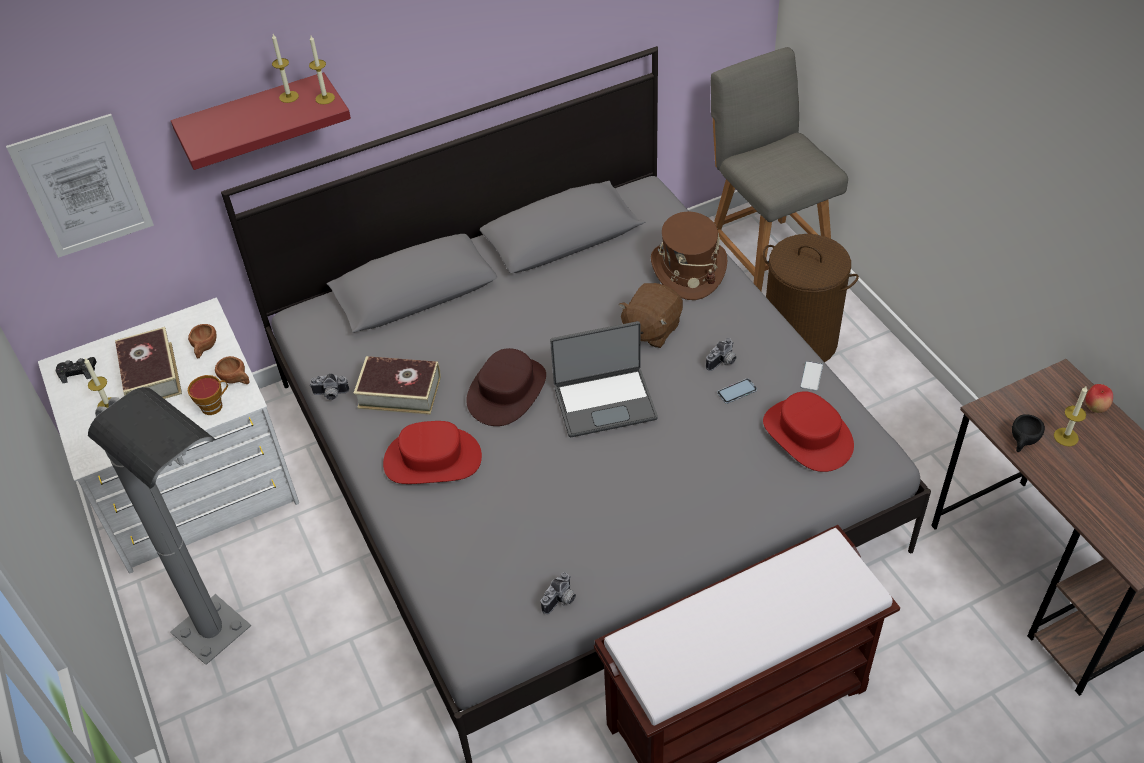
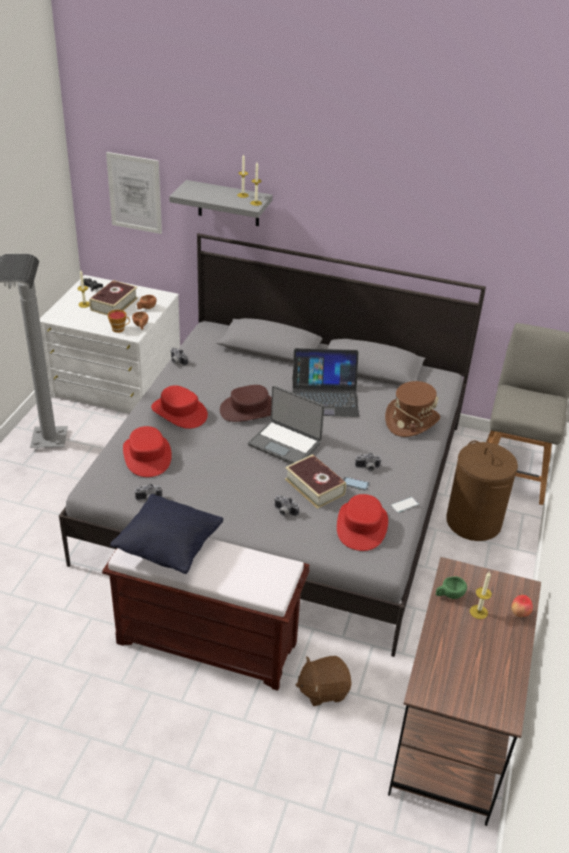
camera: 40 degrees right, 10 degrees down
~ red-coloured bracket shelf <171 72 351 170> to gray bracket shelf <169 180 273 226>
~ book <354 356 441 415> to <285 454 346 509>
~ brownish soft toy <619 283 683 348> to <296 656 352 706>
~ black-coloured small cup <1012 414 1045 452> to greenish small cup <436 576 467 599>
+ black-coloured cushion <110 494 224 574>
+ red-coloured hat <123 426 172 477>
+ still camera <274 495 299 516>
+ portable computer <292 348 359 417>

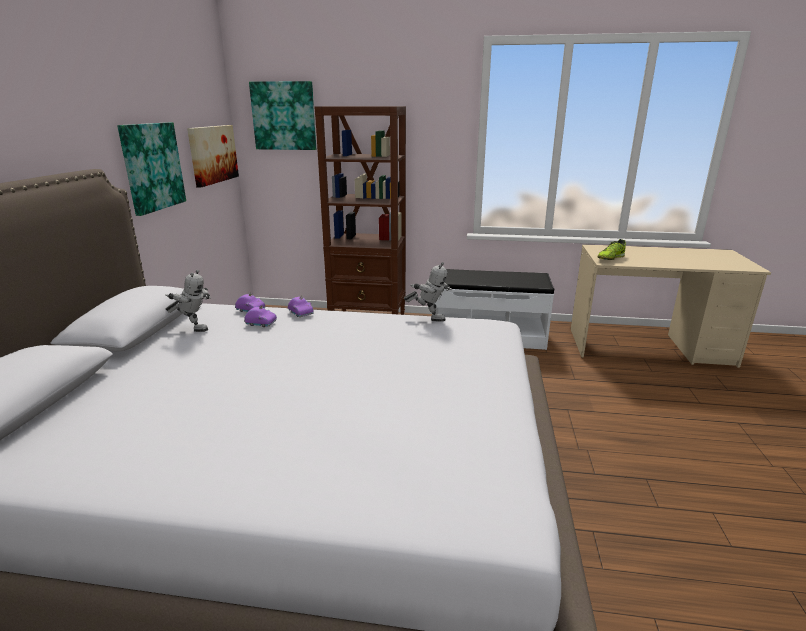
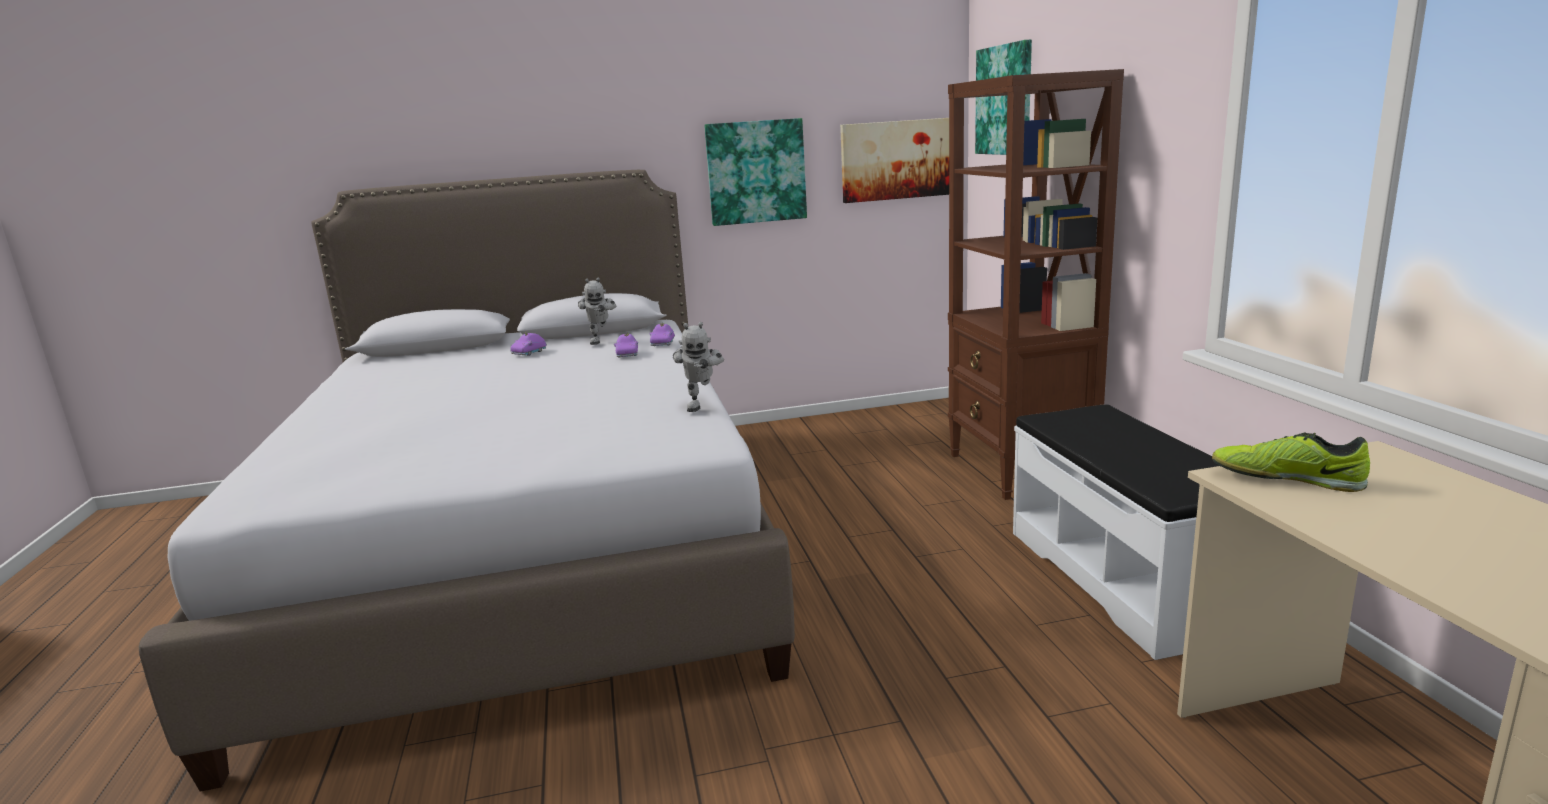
camera: 70 degrees right, 5 degrees down
~ purplish model car <287 296 314 317> to <510 332 547 356>

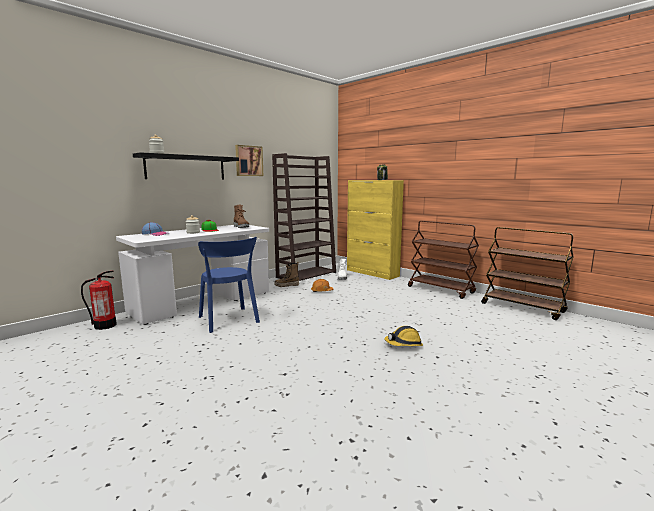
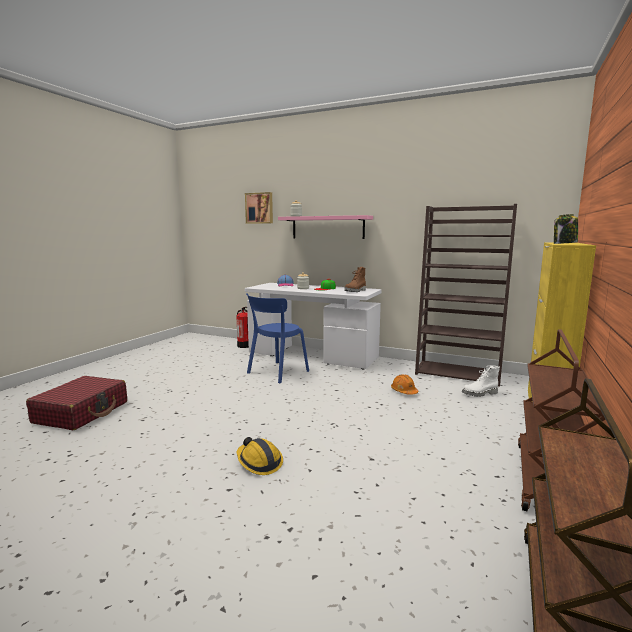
camera: 70 degrees right, 0 degrees up
~ black-coloured bracket shelf <133 152 239 179> to pinkish bracket shelf <278 215 373 239>
~ picture <235 145 263 176> to <245 192 273 224>
- boot <275 262 299 287>
+ red-coloured piece of luggage <26 376 127 430>

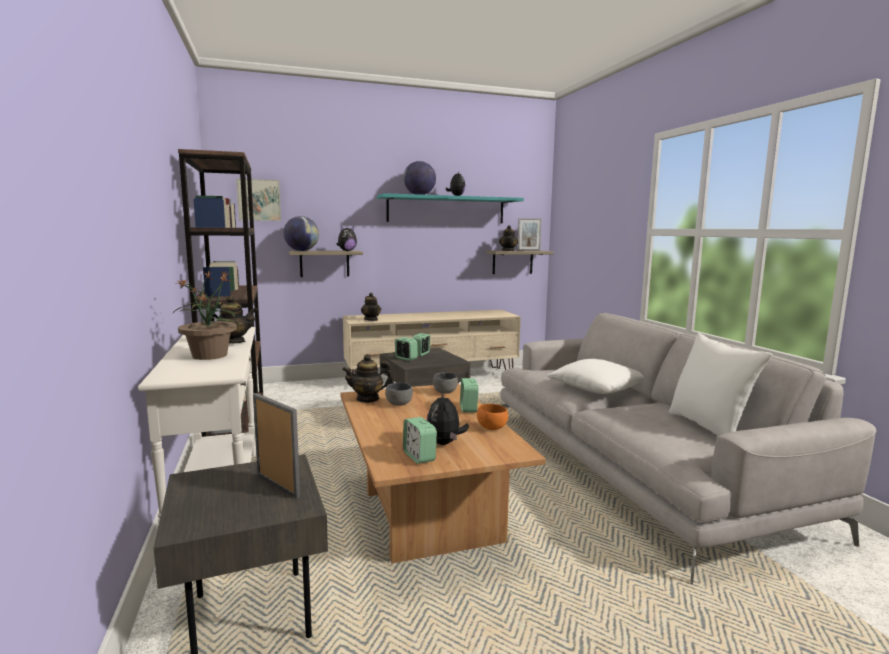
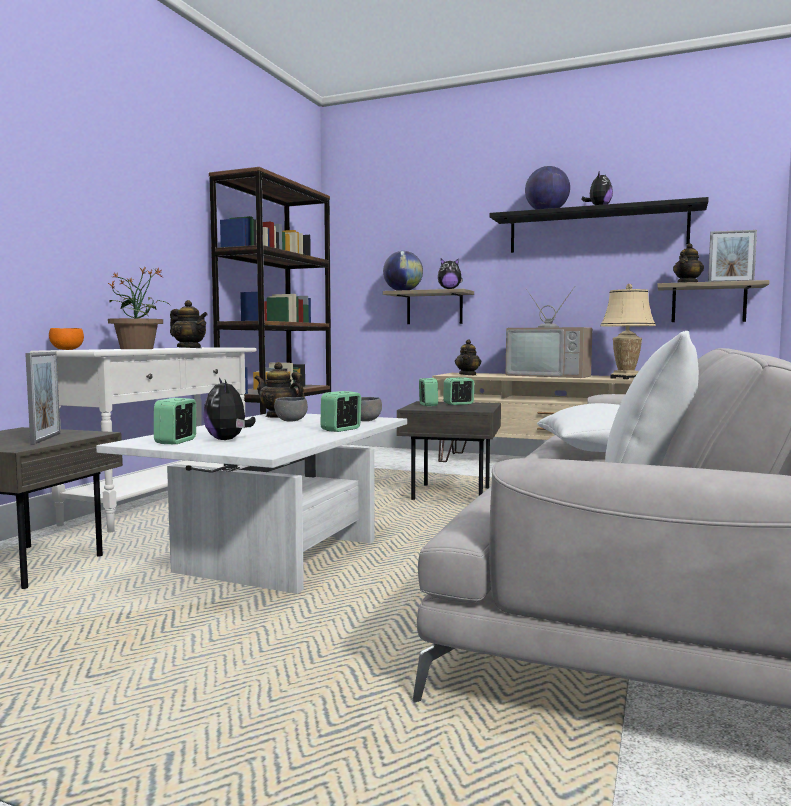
camera: 40 degrees right, 5 degrees down
- picture <236 178 281 221>
~ brownish low table <340 384 546 563> to white low table <96 414 407 594>
~ turquoise-coloured bracket shelf <377 193 524 224> to black-coloured bracket shelf <489 197 709 253>
~ soft toy <427 391 469 445> = <203 378 256 440> 60 degrees counterclockwise
~ orangey serving bowl <477 404 508 430> to <49 328 84 350>
+ TV set <506 286 592 378>
+ sand-coloured lamp for a table <600 284 656 379>

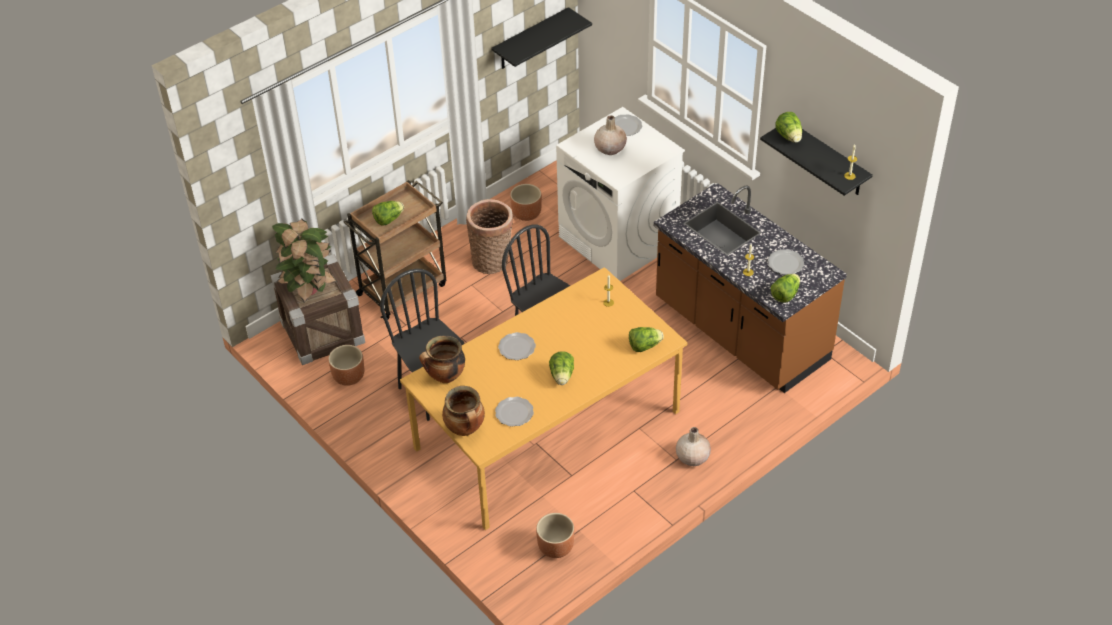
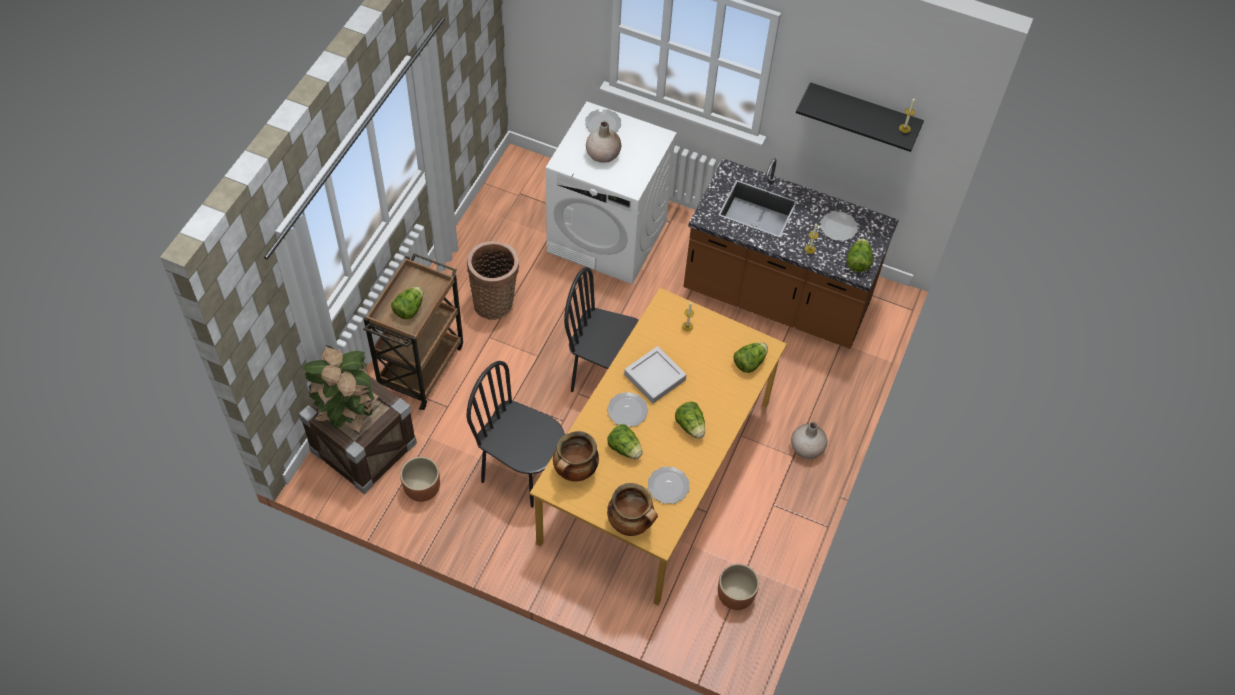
camera: 30 degrees left, 10 degrees up
- black-coloured bracket shelf <491 7 592 69>
- brownish plant pot <510 184 542 221>
~ lettuce <775 112 802 143> to <607 424 643 459>
+ gray tray <624 346 686 403>

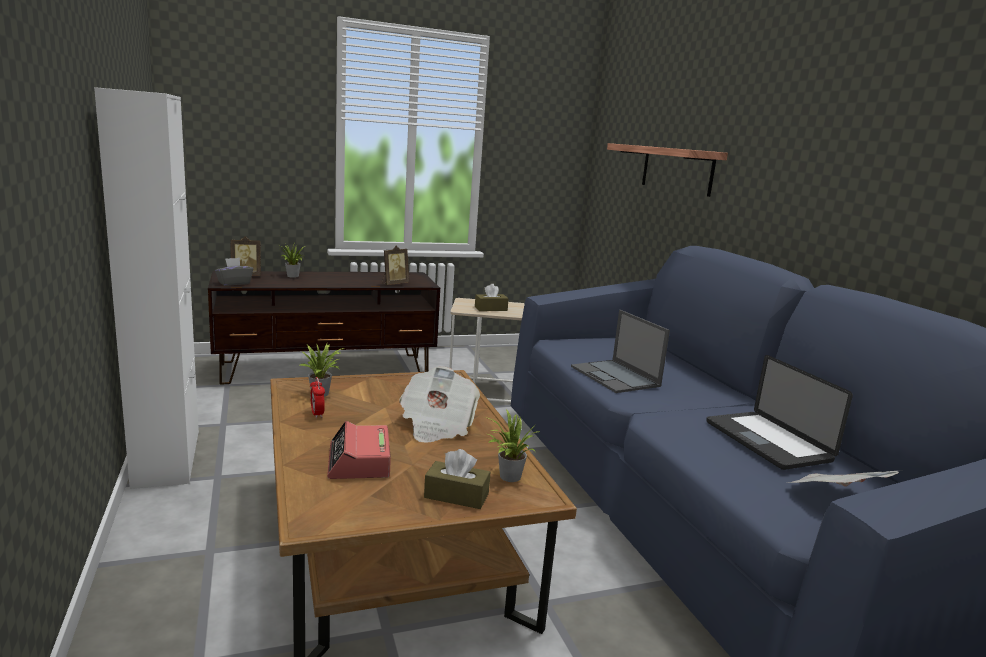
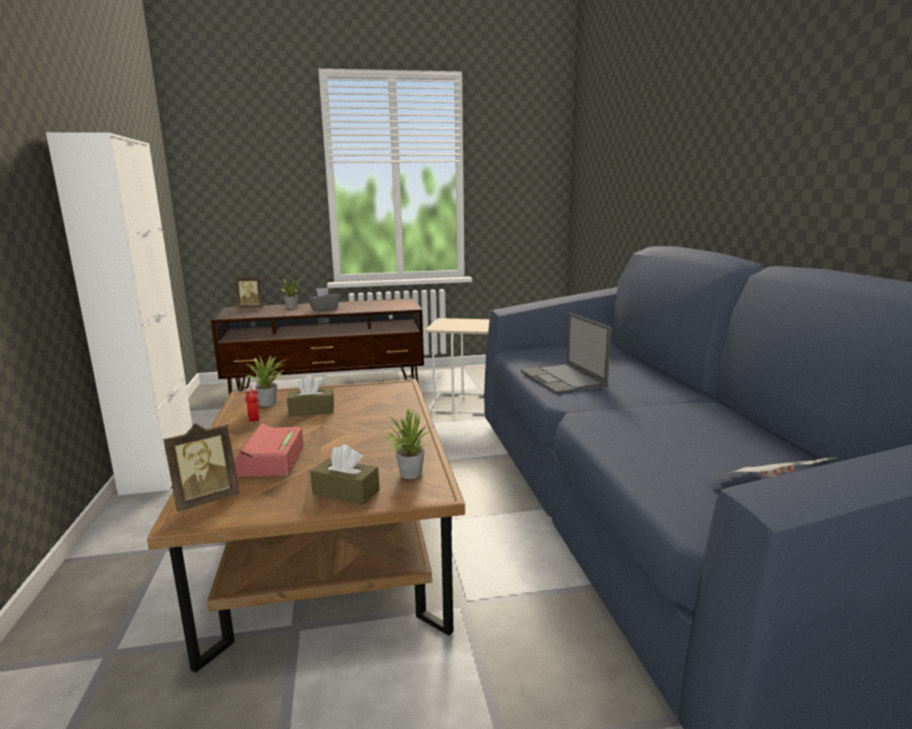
camera: 10 degrees right, 0 degrees up
~ gray box of tissues <215 258 253 286> to <308 287 339 312>
~ photo frame <382 246 409 285> to <163 424 239 511>
- printed paper <399 366 480 442>
~ brownish box of tissues <475 284 509 311> to <287 375 334 416>
- bracket shelf <607 143 728 197>
- portable computer <706 355 853 470>

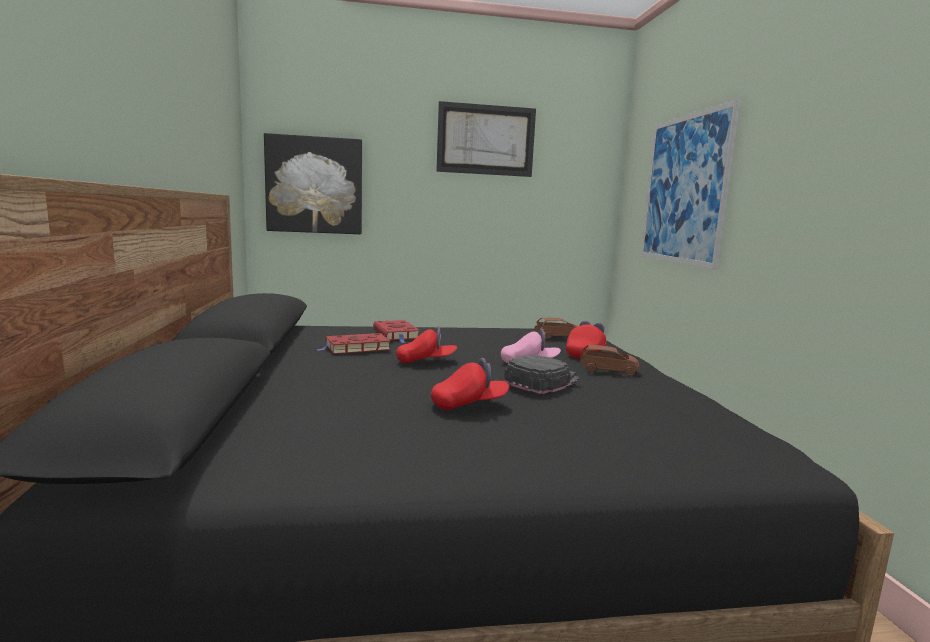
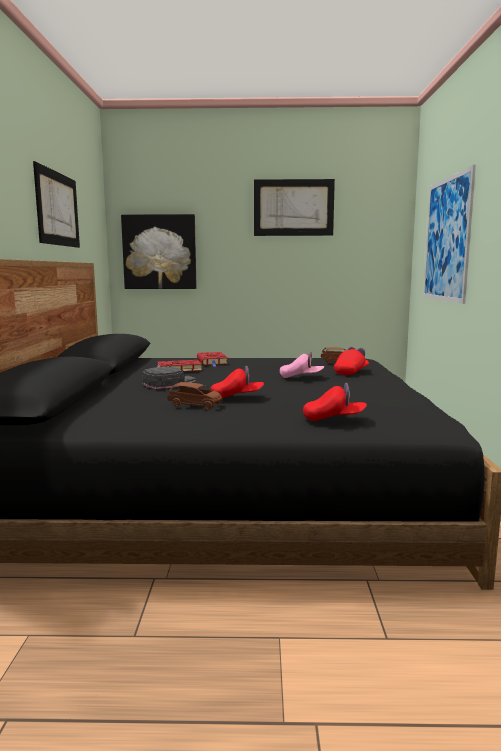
camera: 10 degrees right, 0 degrees up
~ red-coloured cap <396 326 457 363> to <303 383 367 421>
~ black-coloured cap <504 355 580 394> to <142 367 197 389>
~ brownish model car <580 345 639 376> to <167 382 222 410>
+ picture <33 161 80 248>

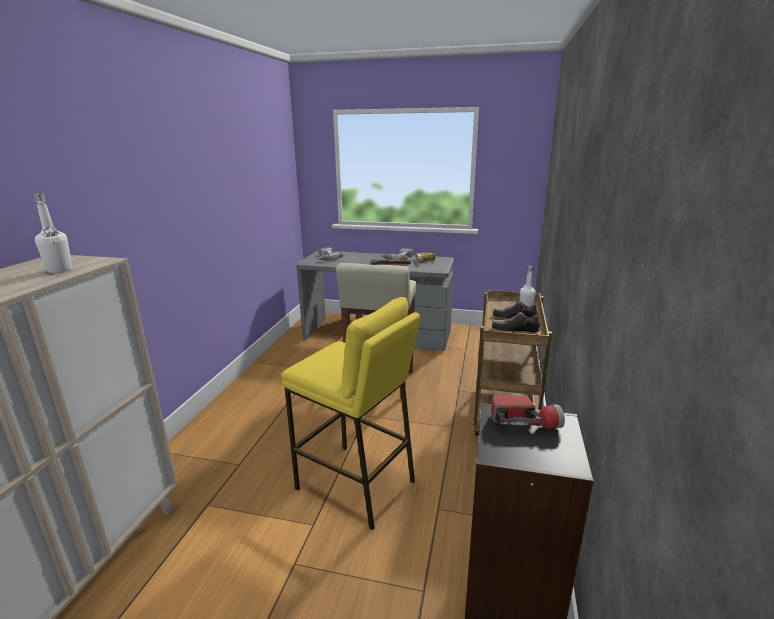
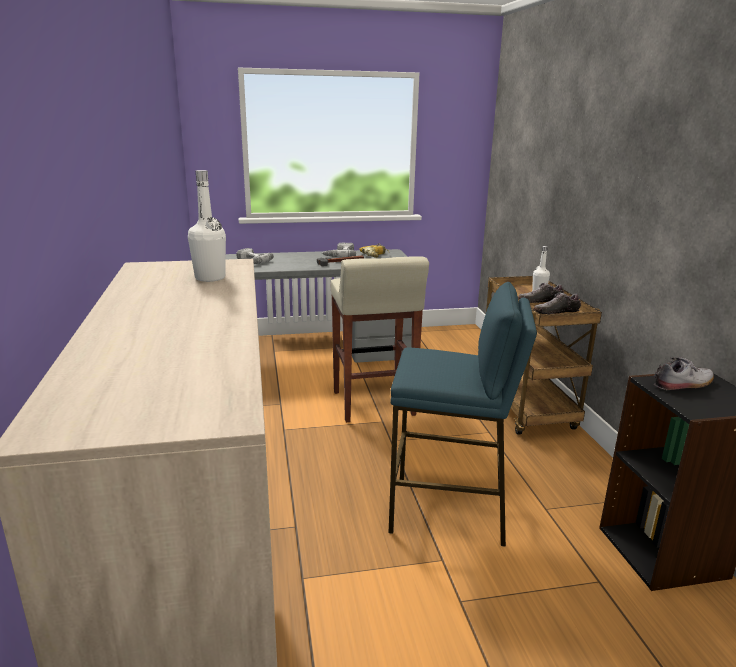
camera: 25 degrees left, 0 degrees up
~ yellow sitting stool <281 297 420 531> to blue sitting stool <389 282 537 547>
~ torch <491 396 565 429> to shoe <653 357 714 390>

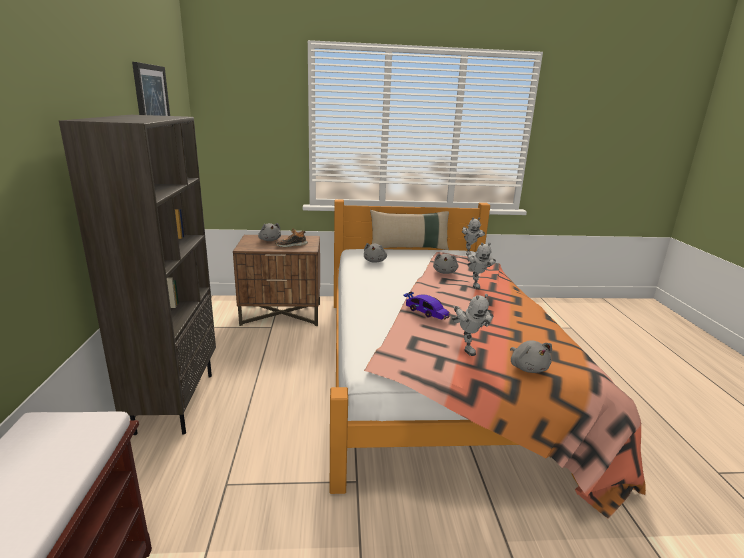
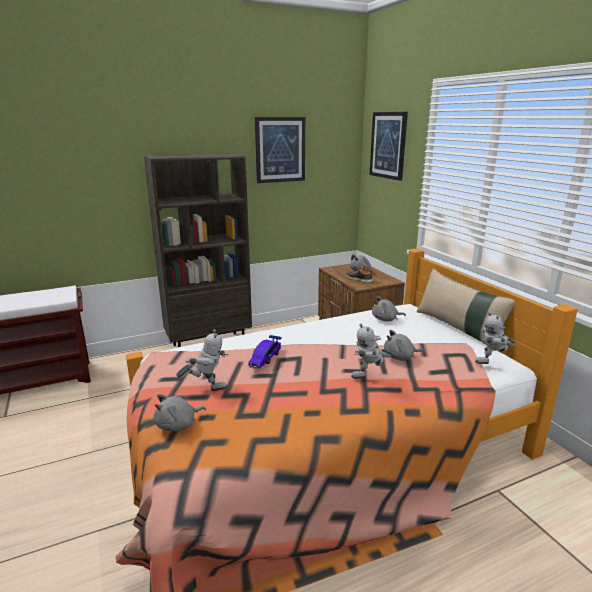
camera: 70 degrees right, 0 degrees up
~ model robot <452 294 493 356> = <176 329 229 391> 150 degrees counterclockwise
+ picture <370 112 408 181>

